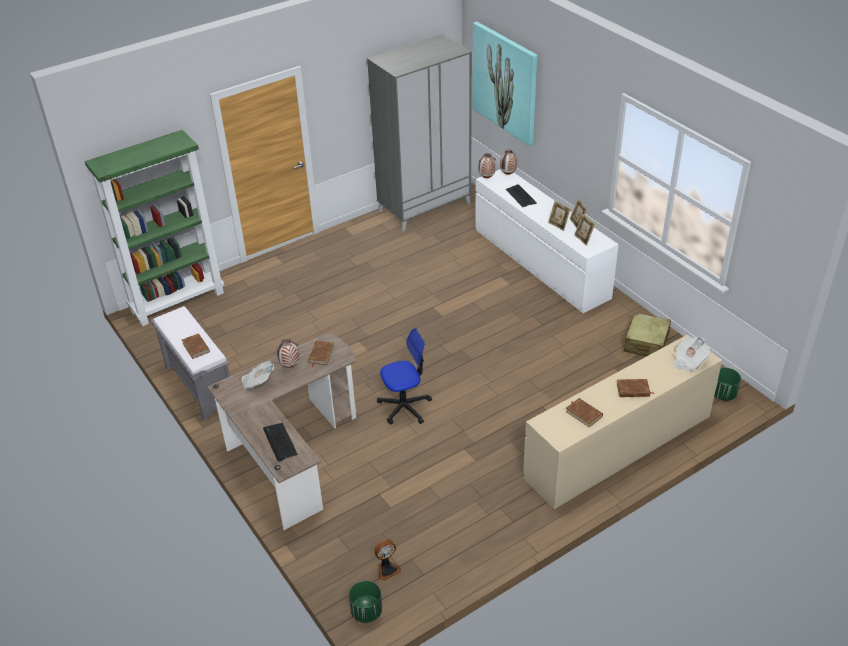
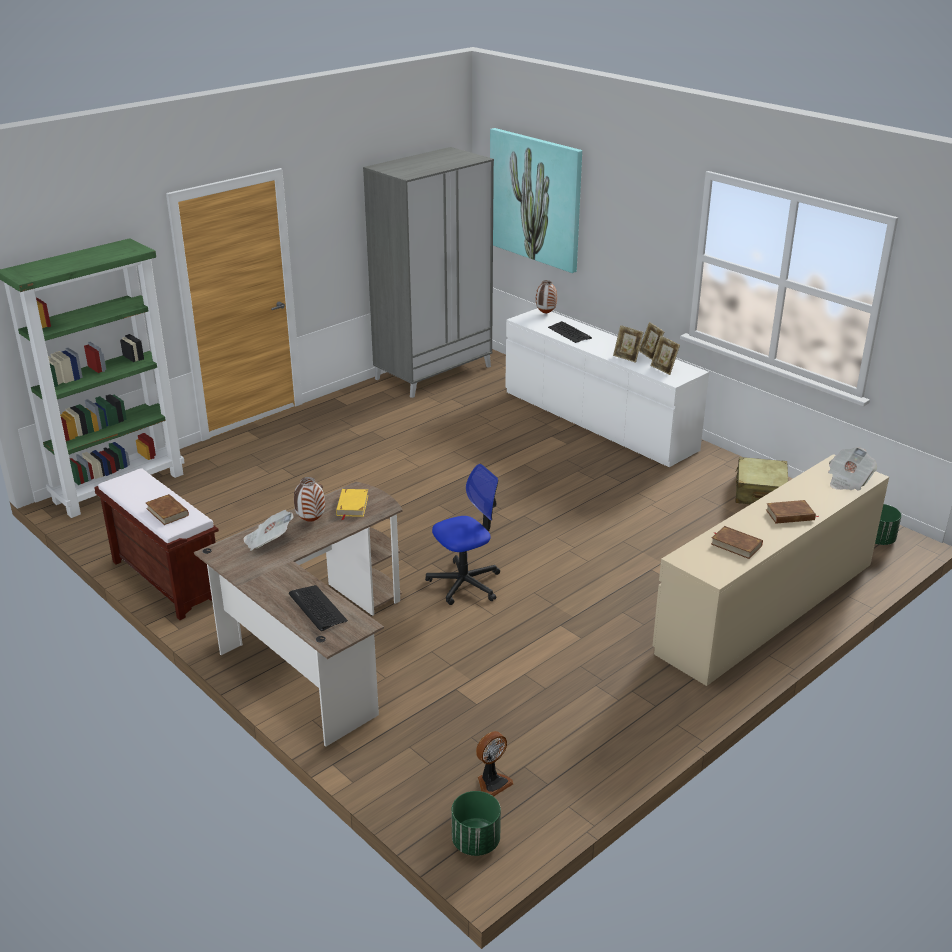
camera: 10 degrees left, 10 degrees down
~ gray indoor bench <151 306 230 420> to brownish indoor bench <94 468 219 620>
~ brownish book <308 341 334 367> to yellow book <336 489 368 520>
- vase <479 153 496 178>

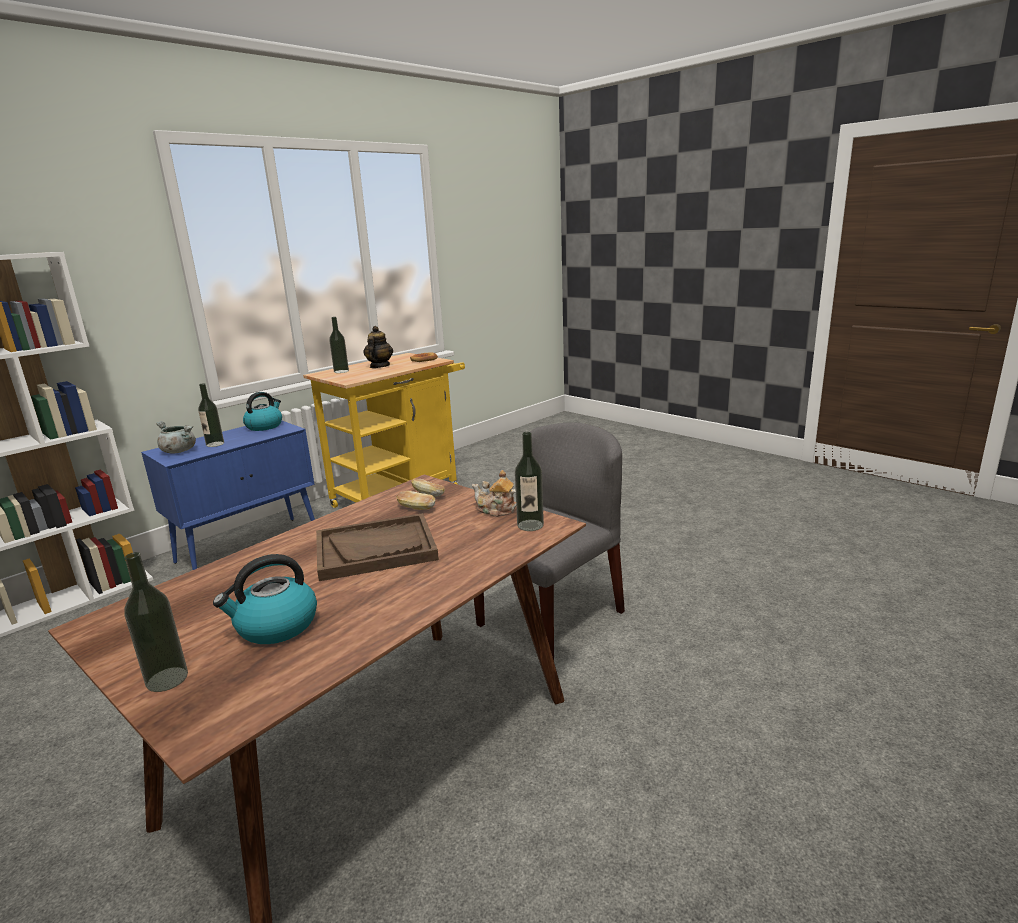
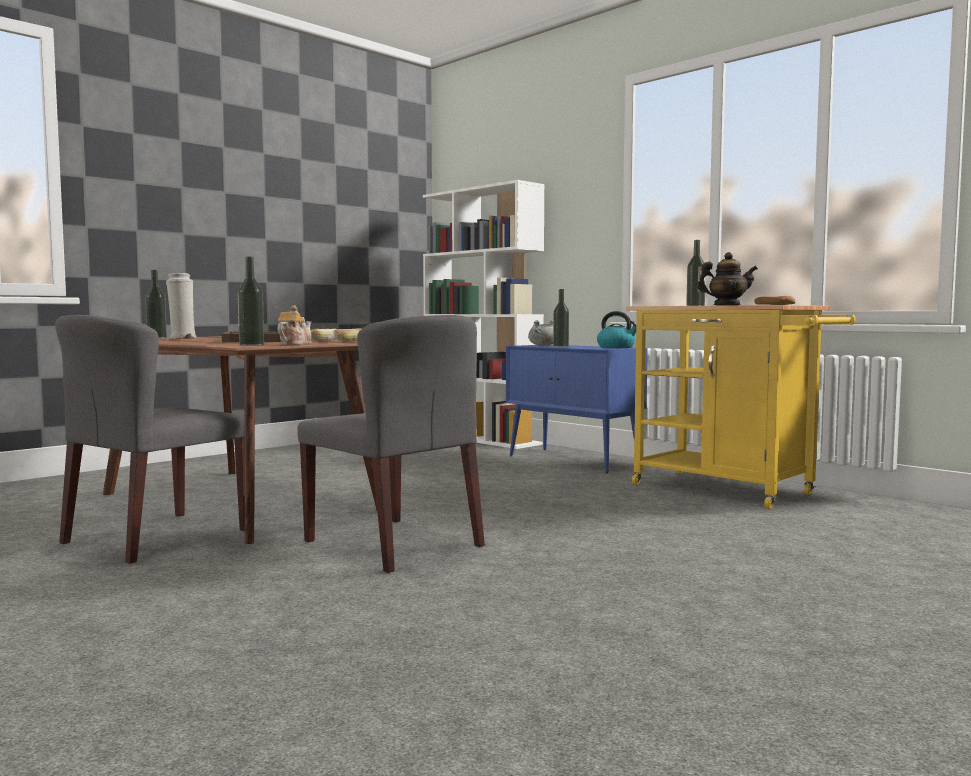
camera: 90 degrees right, 15 degrees down
~ tea kettle <213 554 317 644> to white vase <166 273 197 340>
+ gray plain chair <55 315 245 564>

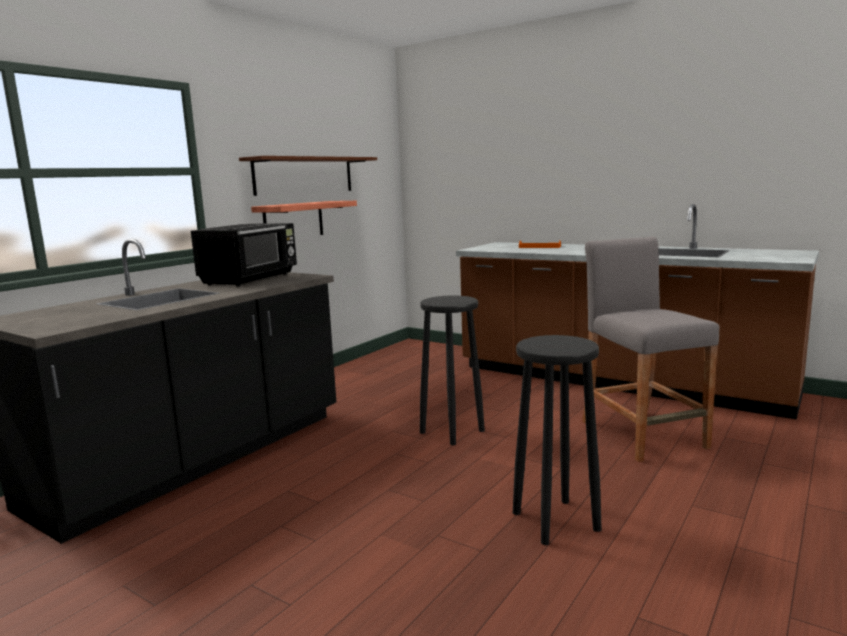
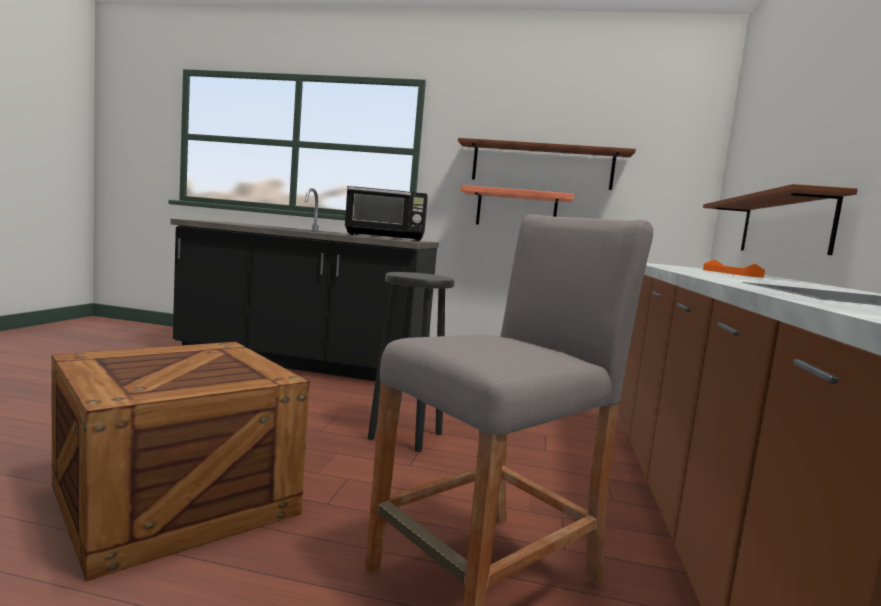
camera: 65 degrees right, 5 degrees down
~ black-coloured sitting stool <513 335 602 545> to shipping crate <51 342 310 581>
+ brownish bracket shelf <703 184 858 255>

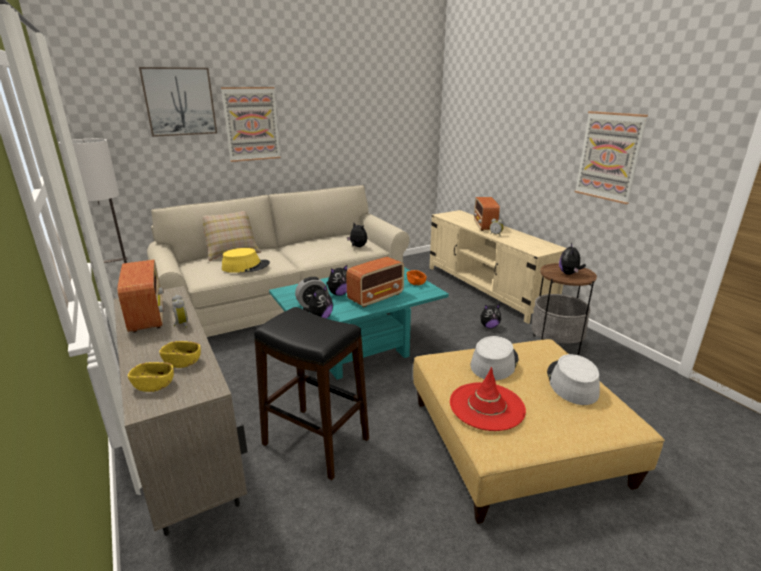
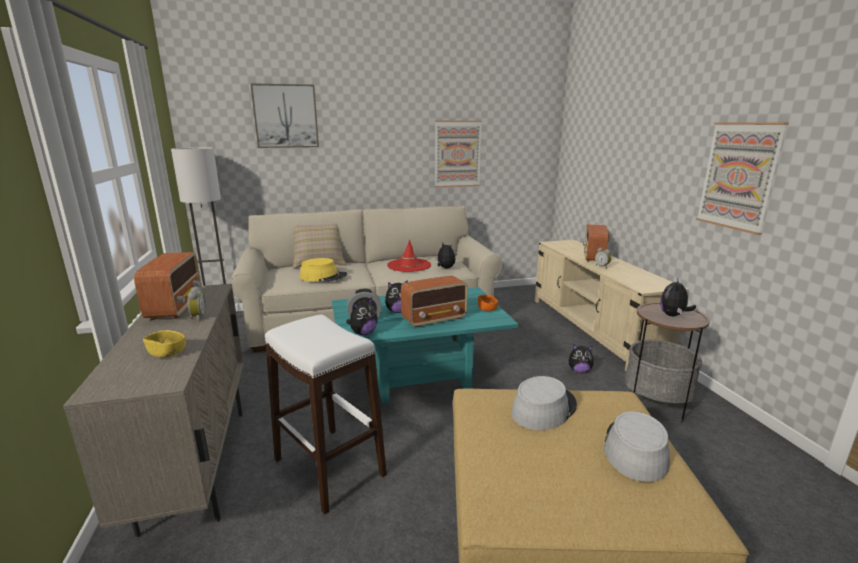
camera: 15 degrees right, 5 degrees down
- yellow serving bowl <128 362 174 392>
~ picture <221 87 280 162> to <435 121 482 187>
~ black-coloured sitting stool <254 307 369 480> to white sitting stool <265 315 387 514>
~ red-coloured hat <450 367 526 431> to <387 239 431 272>

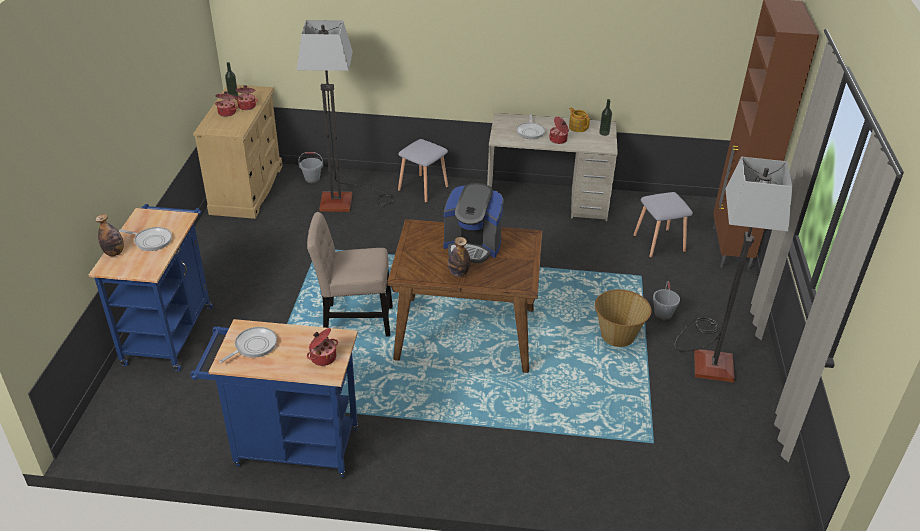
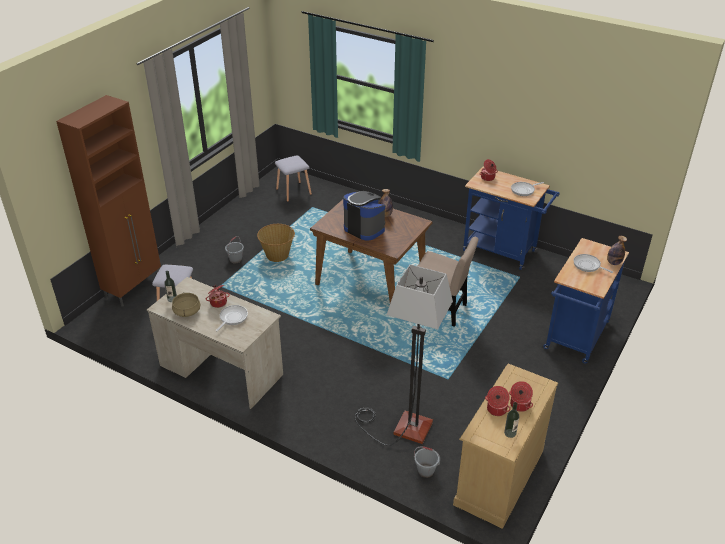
camera: 155 degrees left, 0 degrees up
~ gray sitting stool <398 139 448 203> to <275 155 312 202>
~ tea pot <569 107 590 132> to sand-coloured stockpot <172 292 201 317>
- standard lamp <674 157 792 383>

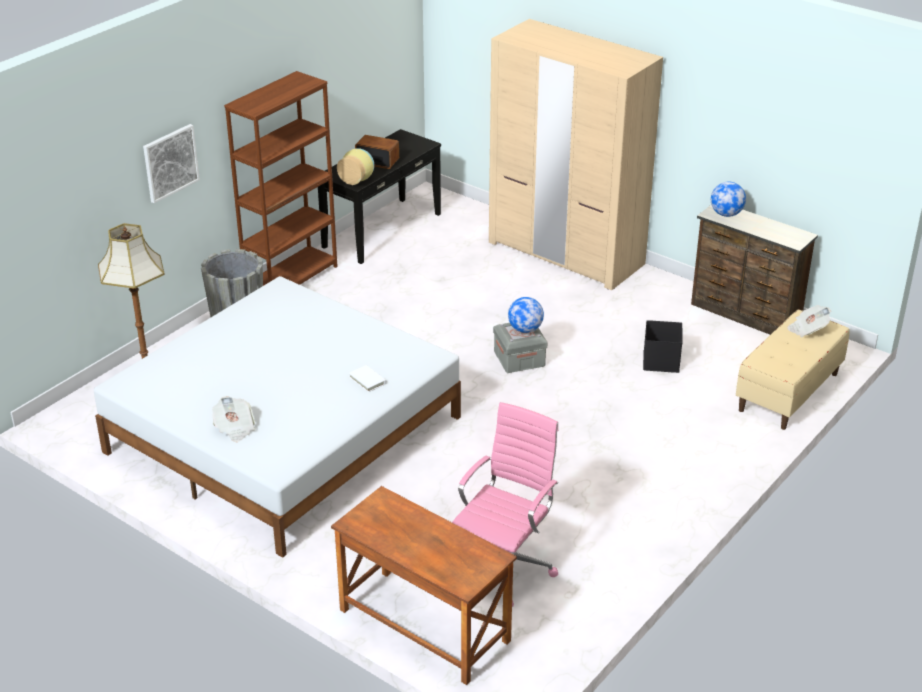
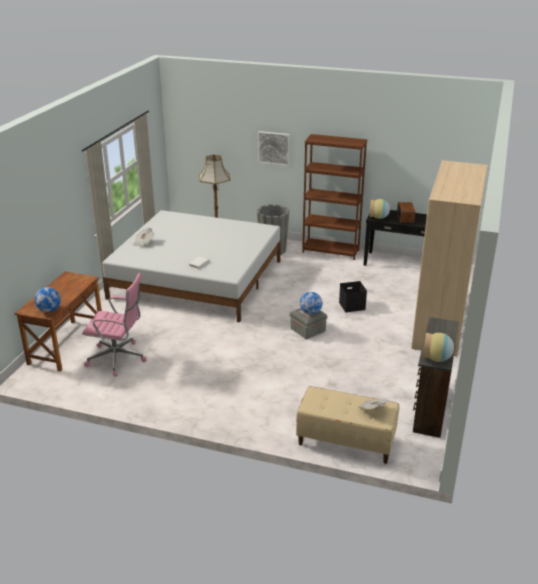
camera: 70 degrees right, 5 degrees down
~ black-coloured storage bin <643 320 683 373> to <339 281 367 312>
~ globe <711 182 746 217> to <35 287 61 312>
+ vase <423 332 454 362>

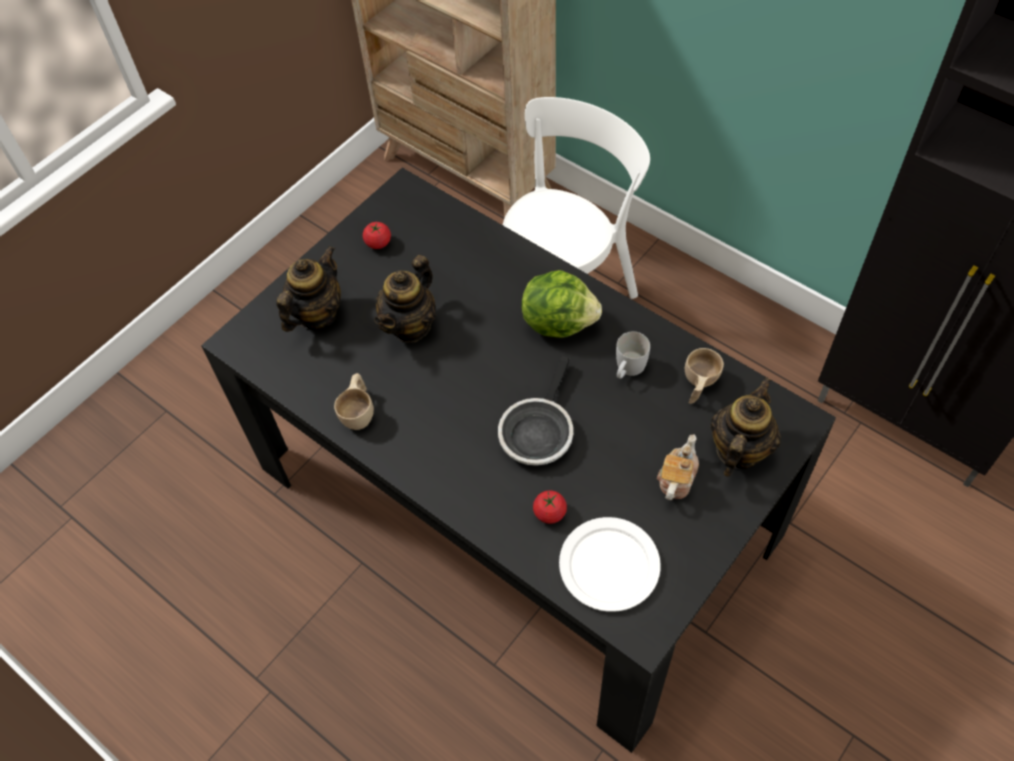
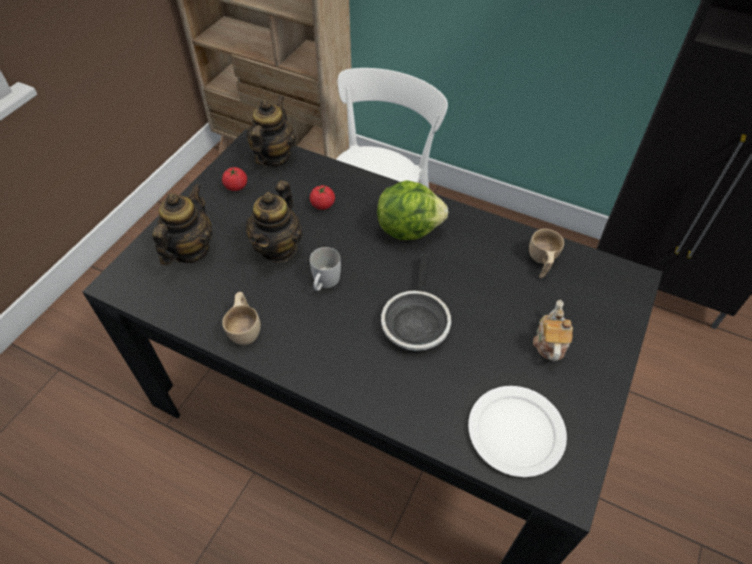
camera: 15 degrees left, 5 degrees down
~ fresh tomato <533 490 567 524> to <310 185 335 210>
~ white coffee mug <616 332 650 379> to <310 247 341 291>
~ tea pot <710 377 781 477> to <247 96 296 167>

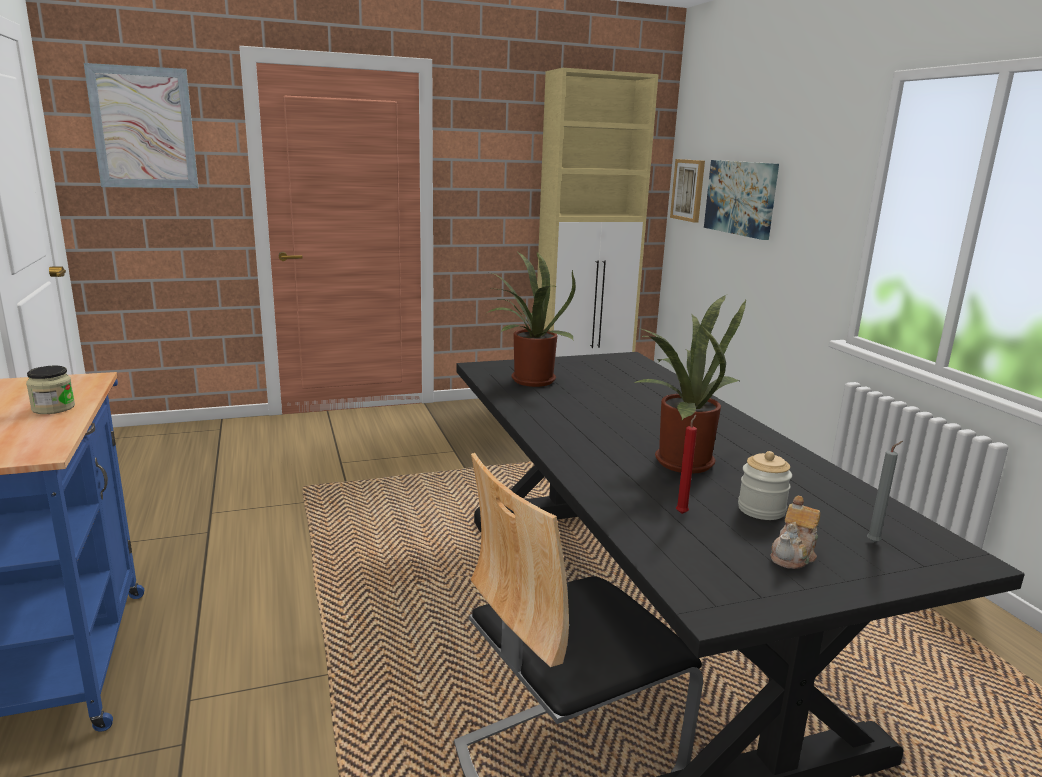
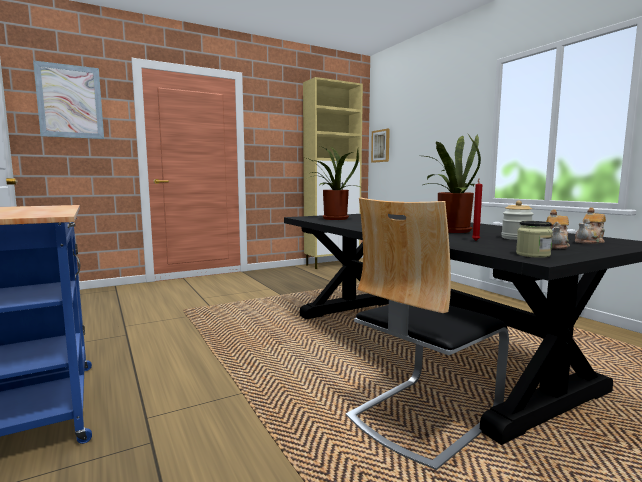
camera: 10 degrees left, 10 degrees down
~ jar <26 366 75 414> to <516 221 553 258>
- picture <704 160 779 240>
~ gray wax candle <867 441 903 543> to tea pot <575 208 606 244>

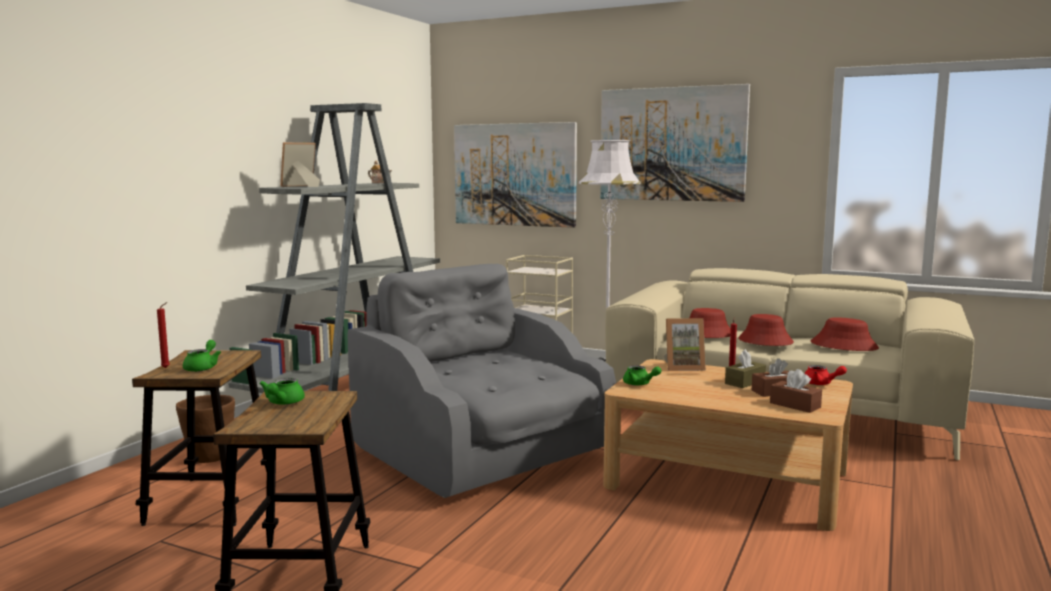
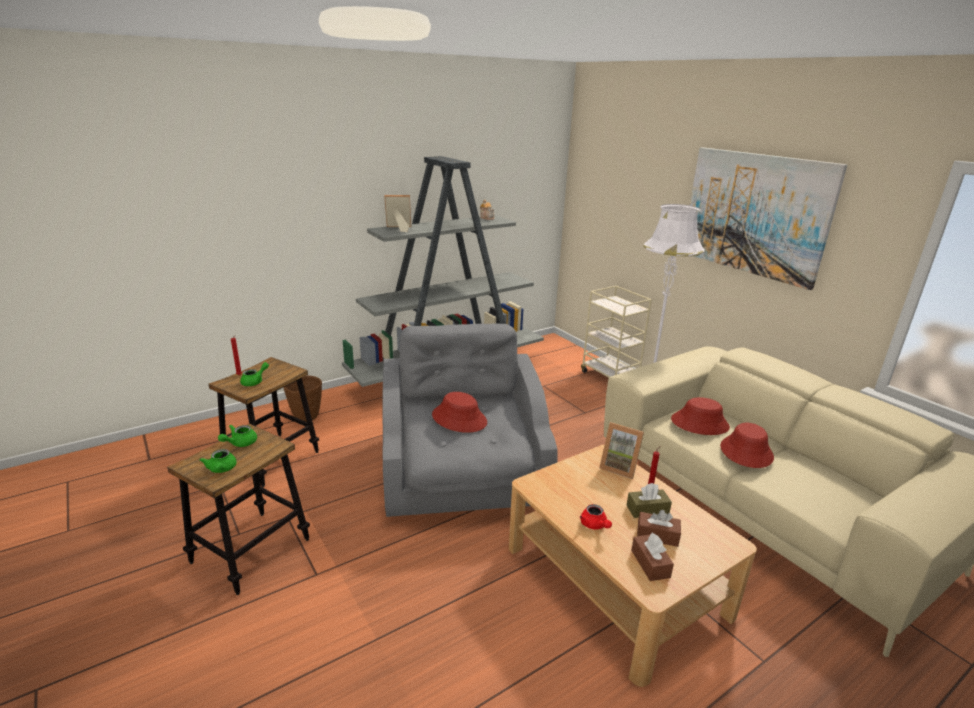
camera: 30 degrees right, 15 degrees up
- picture <454 122 577 228>
~ greenish tea pot <623 365 661 386> to <200 449 237 473>
~ red-coloured tea pot <804 365 847 385> to <580 504 612 529>
~ red-coloured hat <810 317 879 351> to <432 392 487 433>

